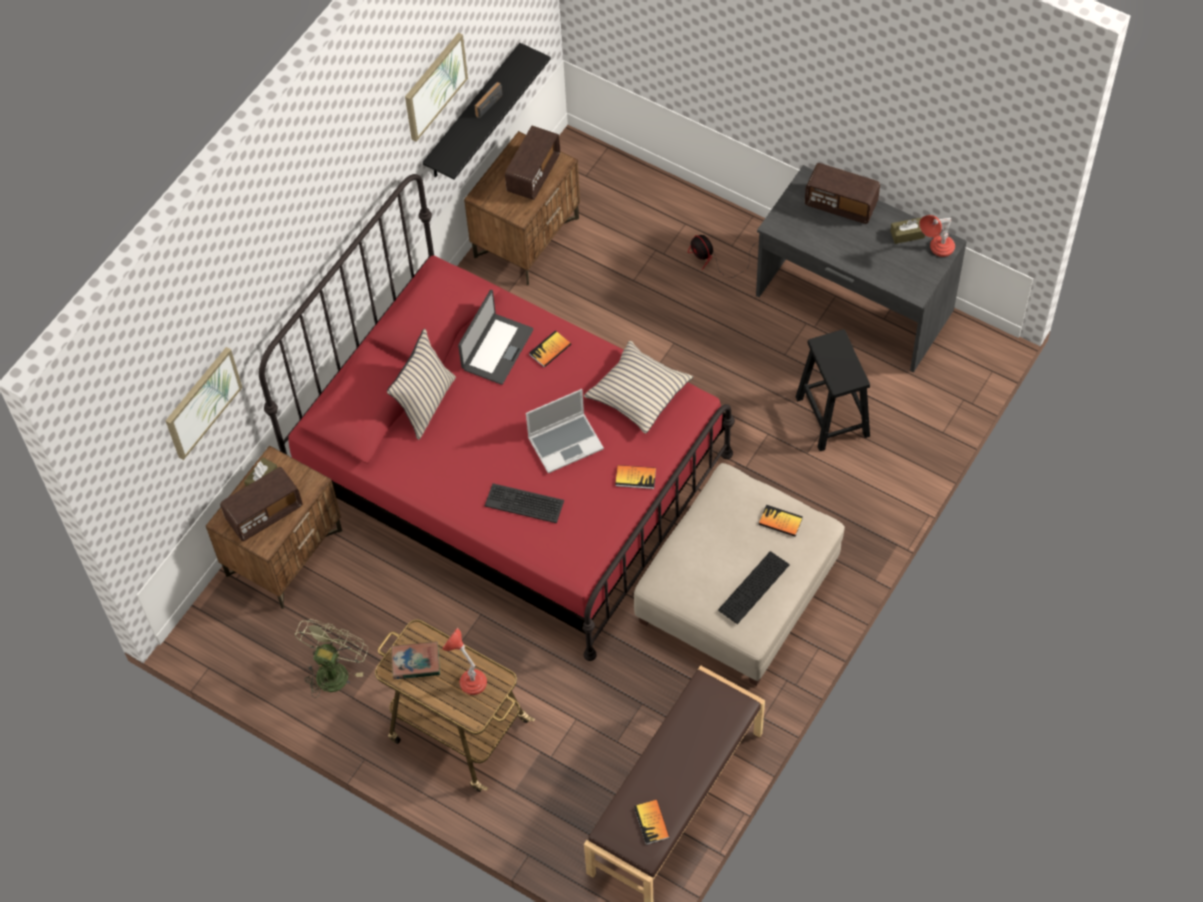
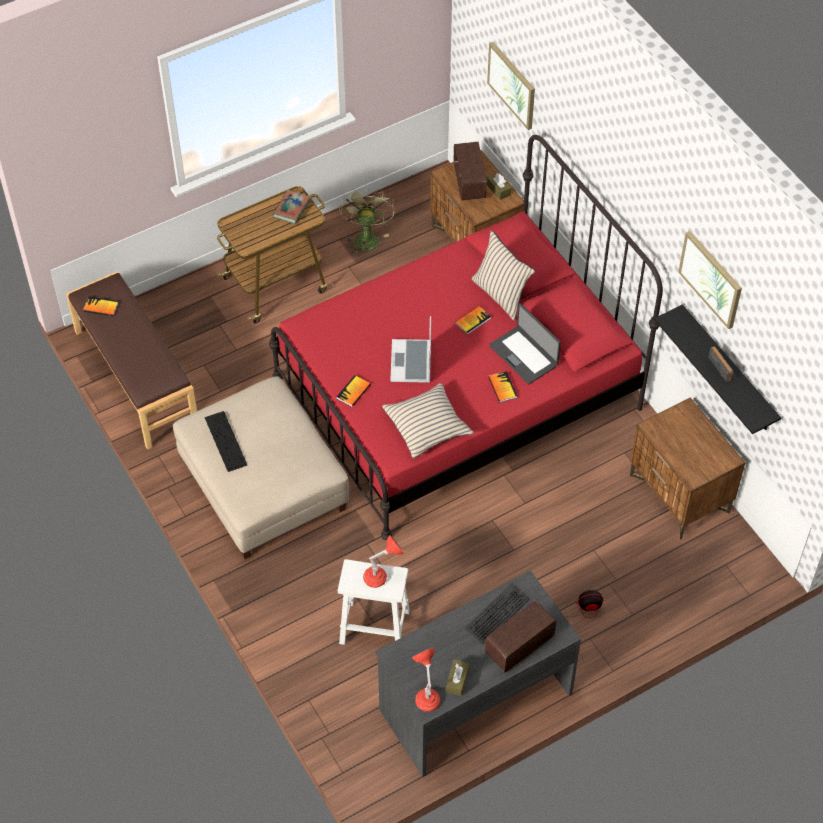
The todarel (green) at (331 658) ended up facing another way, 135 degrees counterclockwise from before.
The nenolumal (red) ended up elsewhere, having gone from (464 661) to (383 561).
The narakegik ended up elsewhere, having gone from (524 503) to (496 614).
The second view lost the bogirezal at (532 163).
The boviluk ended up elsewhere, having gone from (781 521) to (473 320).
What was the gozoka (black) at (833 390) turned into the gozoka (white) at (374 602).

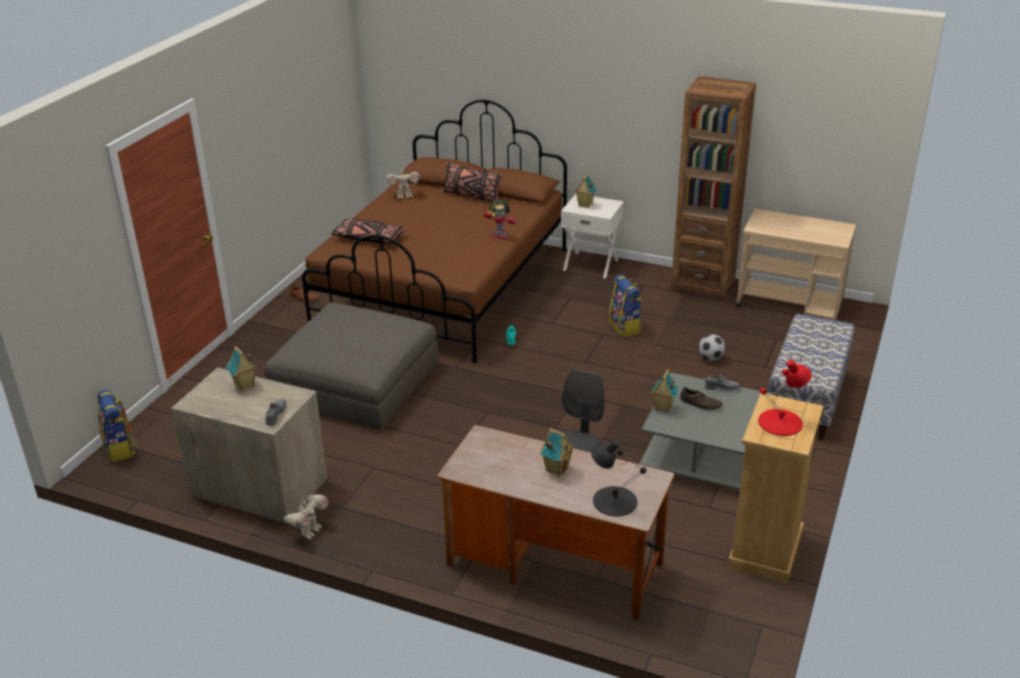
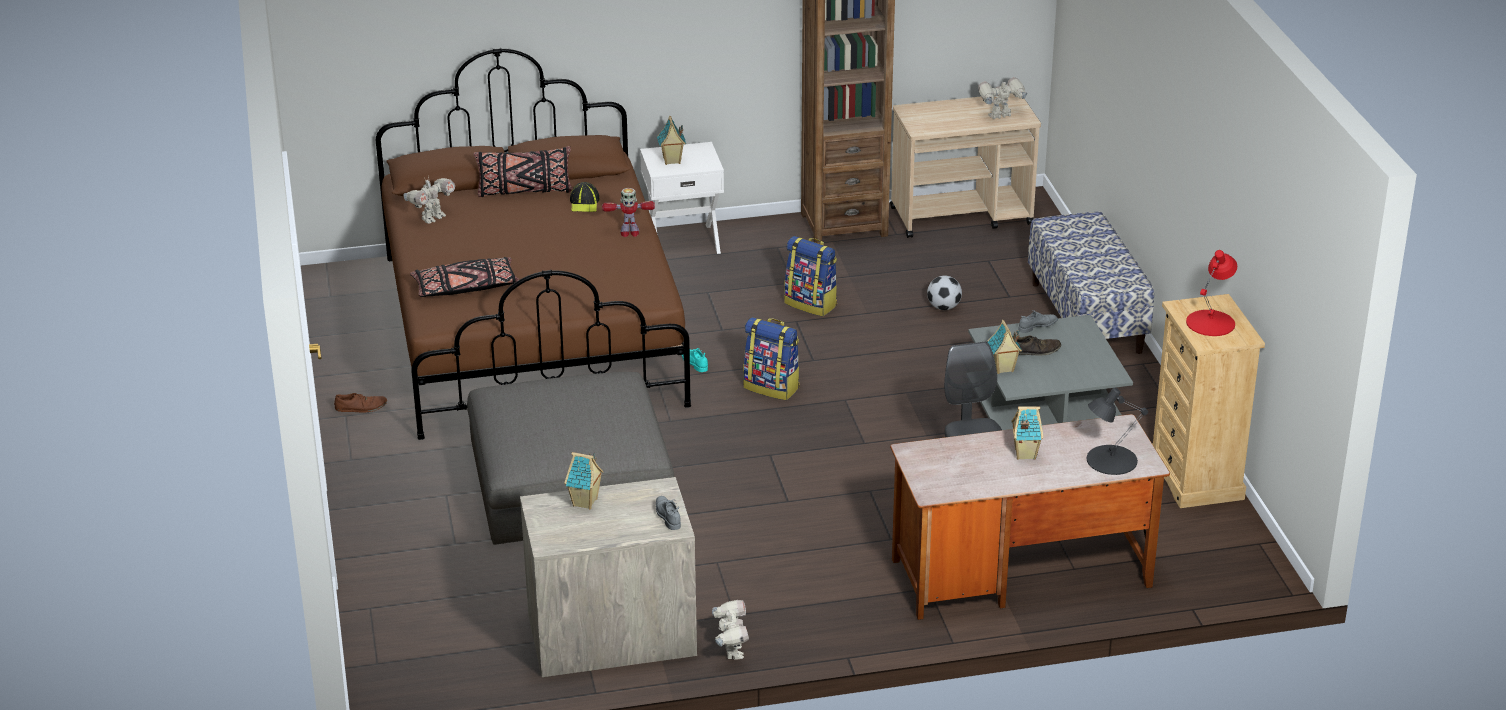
The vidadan ended up elsewhere, having gone from (117 426) to (771 358).
The second view gained the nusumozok at (1002 98).

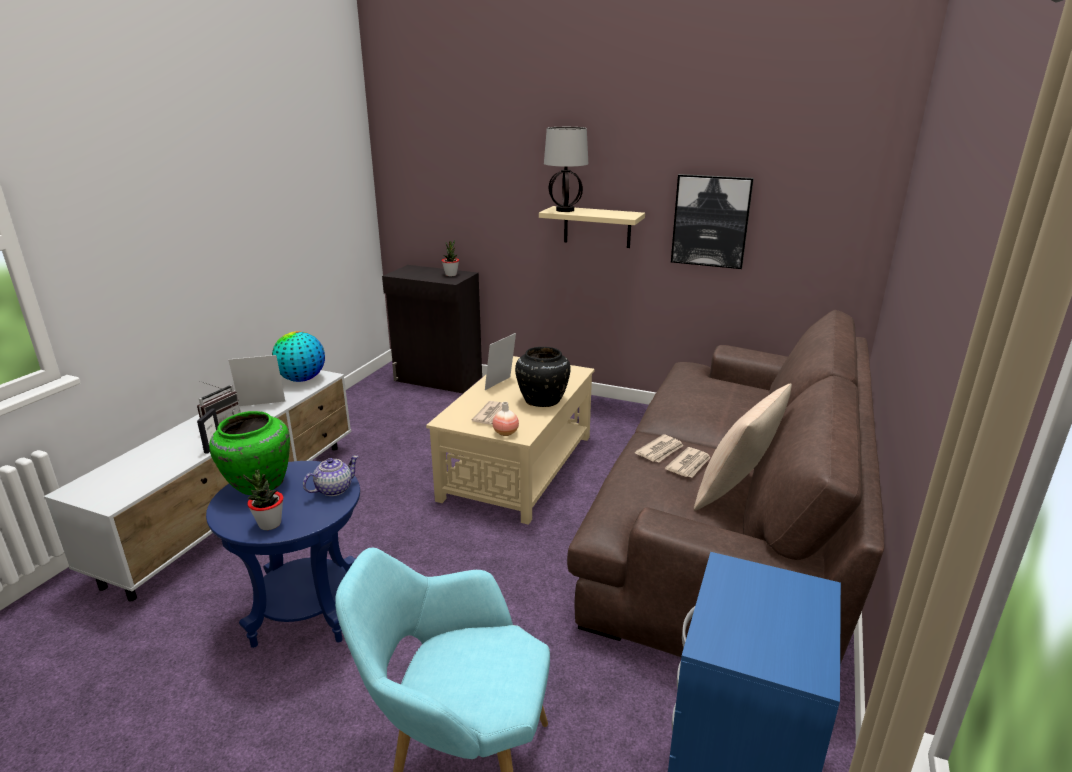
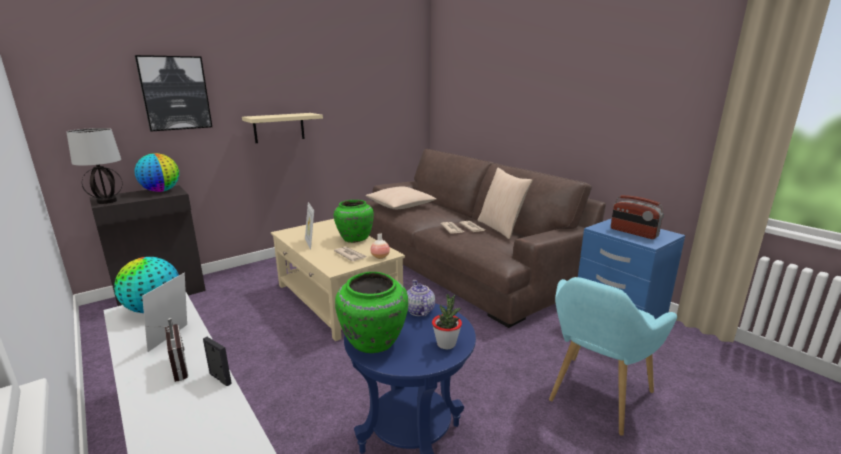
Where the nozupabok stood at (450 258), the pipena came to stand at (156 172).
What was the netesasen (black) at (543 377) turned into the netesasen (green) at (354 221).
The nenolumal ended up elsewhere, having gone from (566 169) to (94 166).
The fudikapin ended up elsewhere, having gone from (712 221) to (173 93).
The second view gained the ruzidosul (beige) at (401 197).
The second view gained the bogirezal at (637 217).

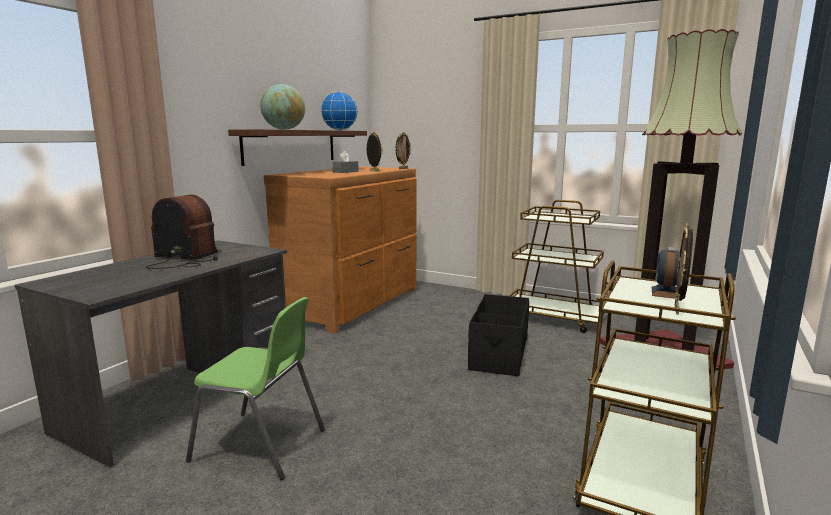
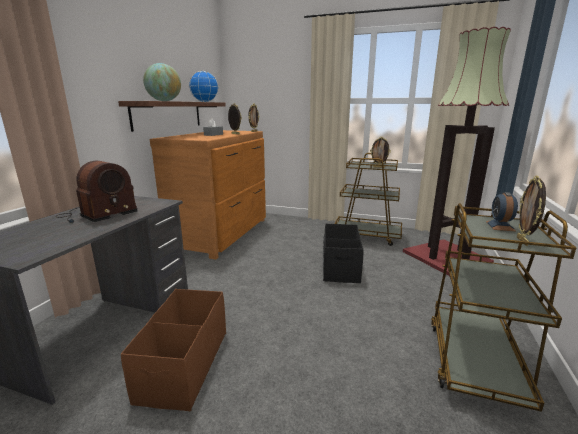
The bogirezal at (182 232) ended up facing another way, 120 degrees clockwise from before.
Where the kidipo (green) stood at (255 388), the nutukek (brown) came to stand at (173 350).
The second view gained the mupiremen at (380 152).

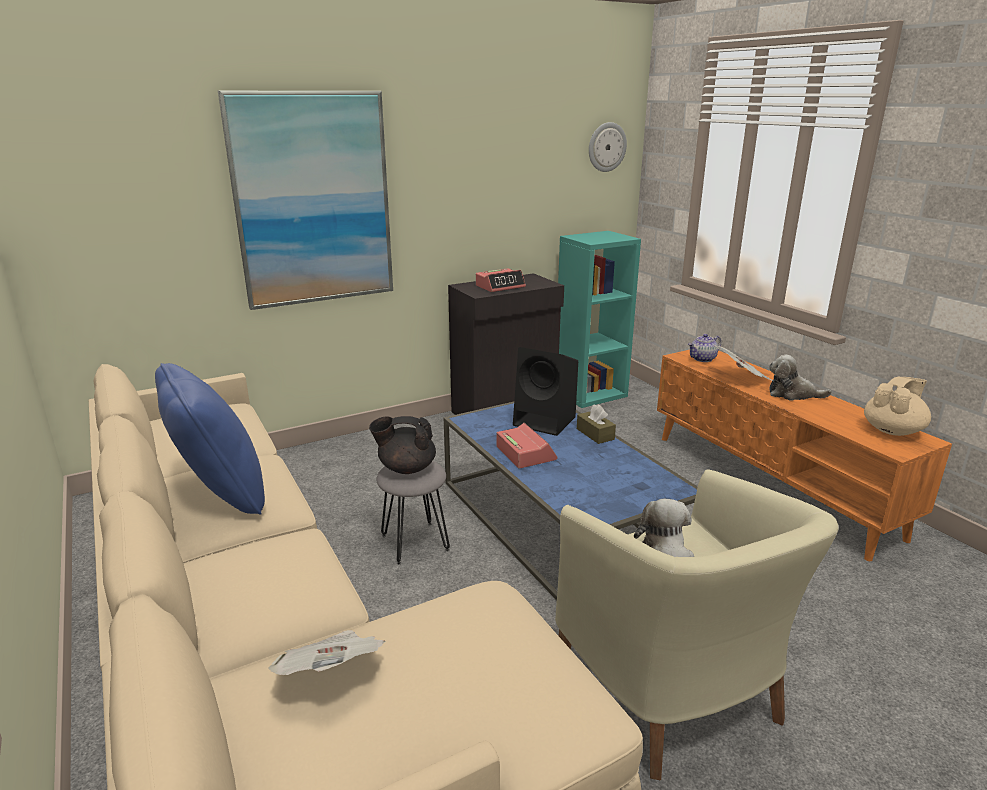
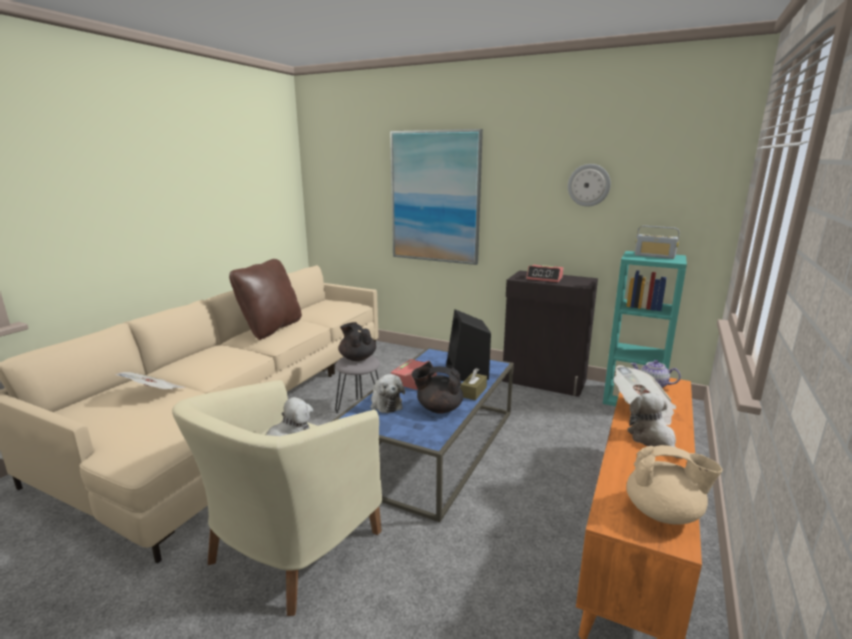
What was the ruzidosul (blue) at (210 439) turned into the ruzidosul (brown) at (265 299).
The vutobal ended up elsewhere, having gone from (608 147) to (589 185).
The second view gained the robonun at (388 393).
The second view gained the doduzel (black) at (437 390).
The second view gained the bogirezal at (657 242).

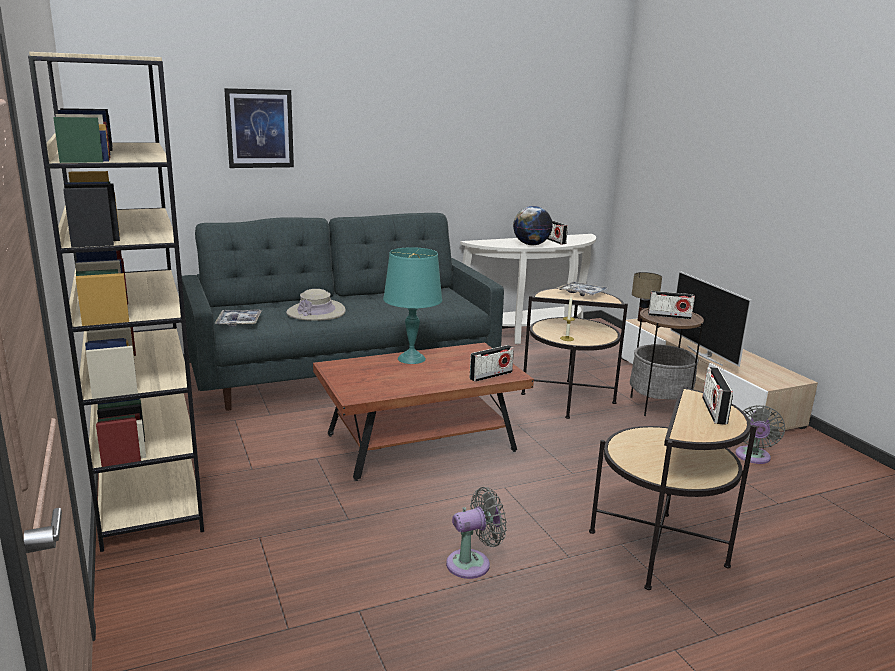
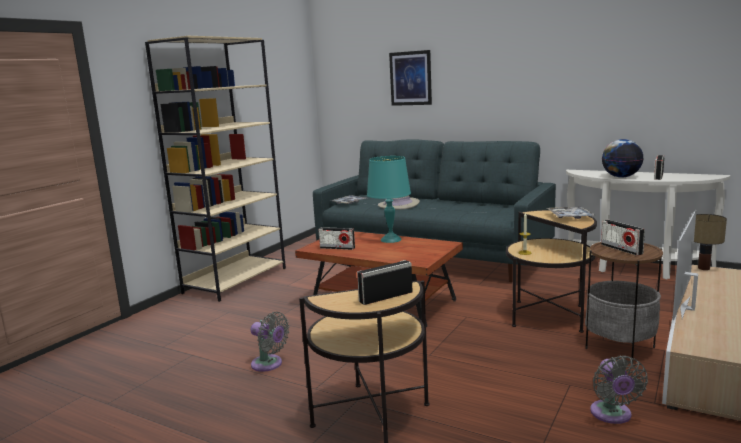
The bogirezal ended up elsewhere, having gone from (492 363) to (336 238).
The todarel (grey) at (760 434) ended up facing another way, 75 degrees counterclockwise from before.

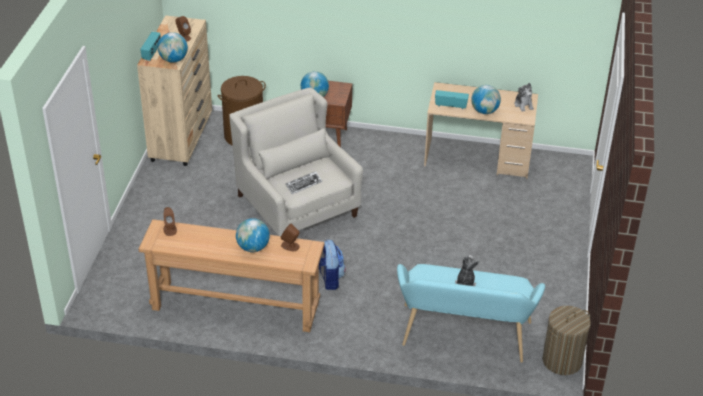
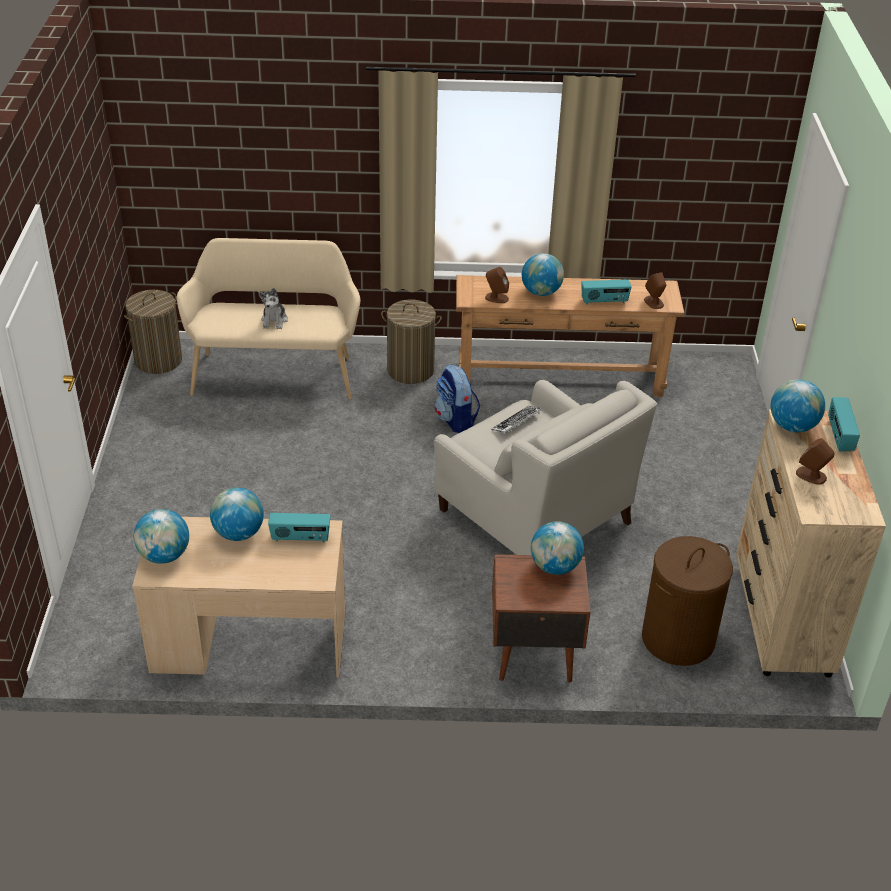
What was the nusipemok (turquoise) at (471 313) turned into the nusipemok (beige) at (268 318).
Where the robonun stood at (524 97), the pipena came to stand at (161 536).
The second view gained the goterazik at (411 342).
The second view gained the bogirezal at (606 291).

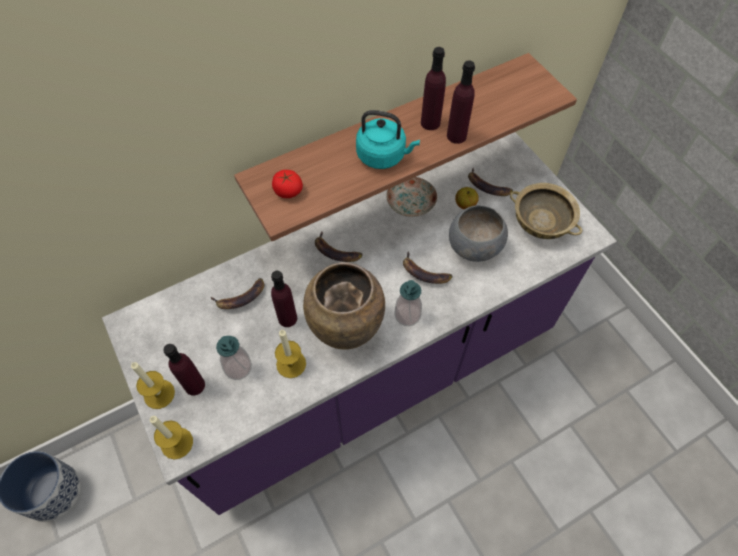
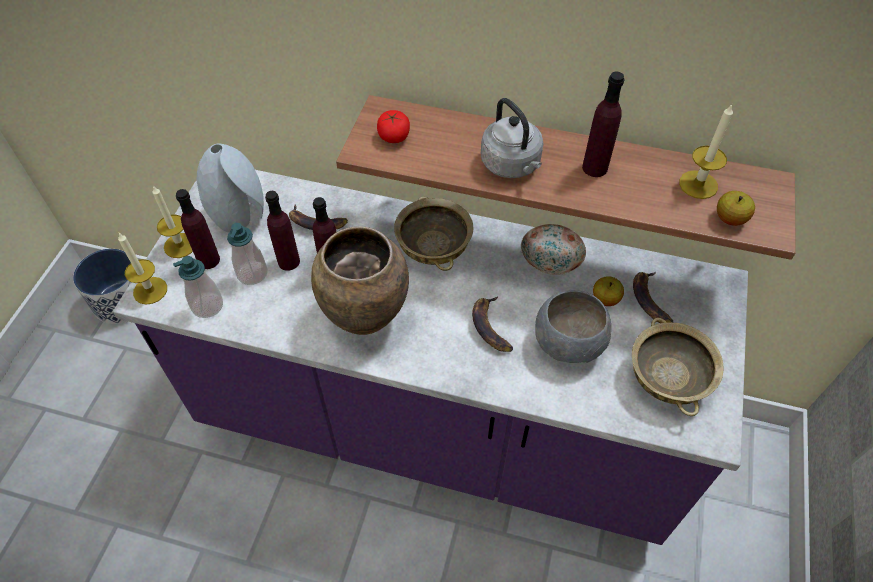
The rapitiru ended up elsewhere, having gone from (290 353) to (706 151).
Where the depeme stood at (339 247), the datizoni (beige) came to stand at (433 234).
What was the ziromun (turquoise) at (388 139) turned into the ziromun (grey) at (512 138).
The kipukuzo ended up elsewhere, having gone from (408 303) to (198 287).
The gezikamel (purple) ended up elsewhere, having gone from (461 102) to (282 231).
The second view gained the netesasen (grey) at (230 188).
The second view gained the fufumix at (736 208).

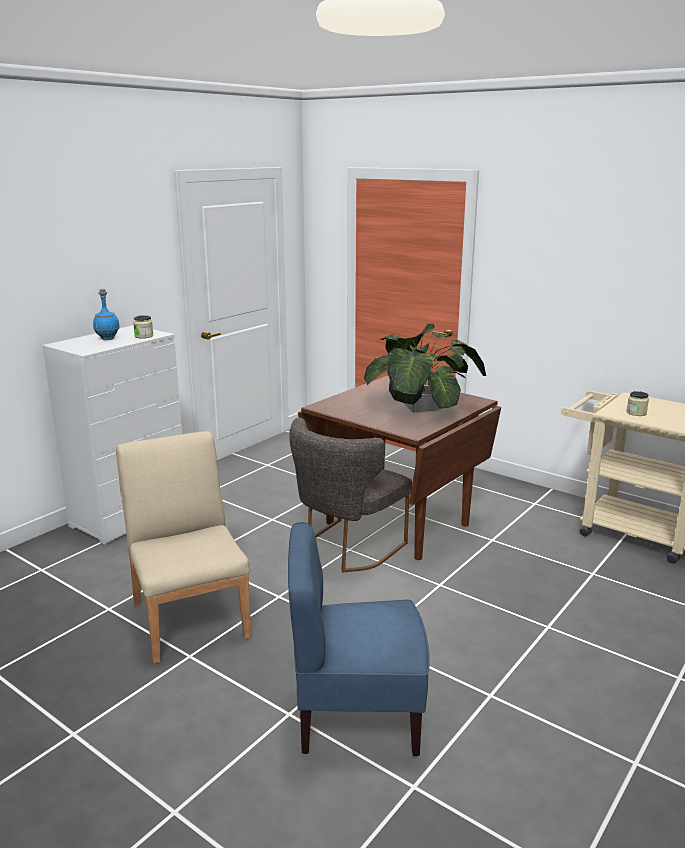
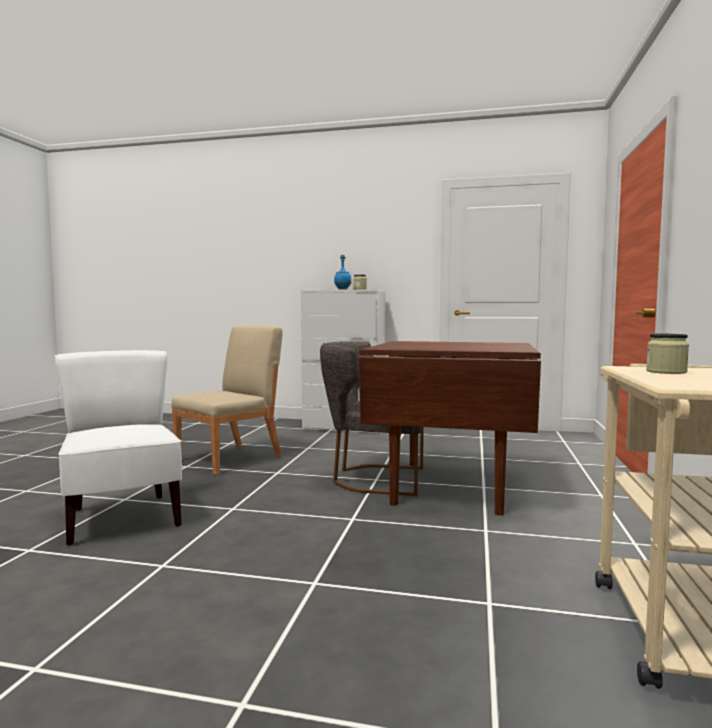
What was the kidipo (blue) at (359 639) turned into the kidipo (white) at (118 448).
The second view lost the nozupabok at (425 368).

